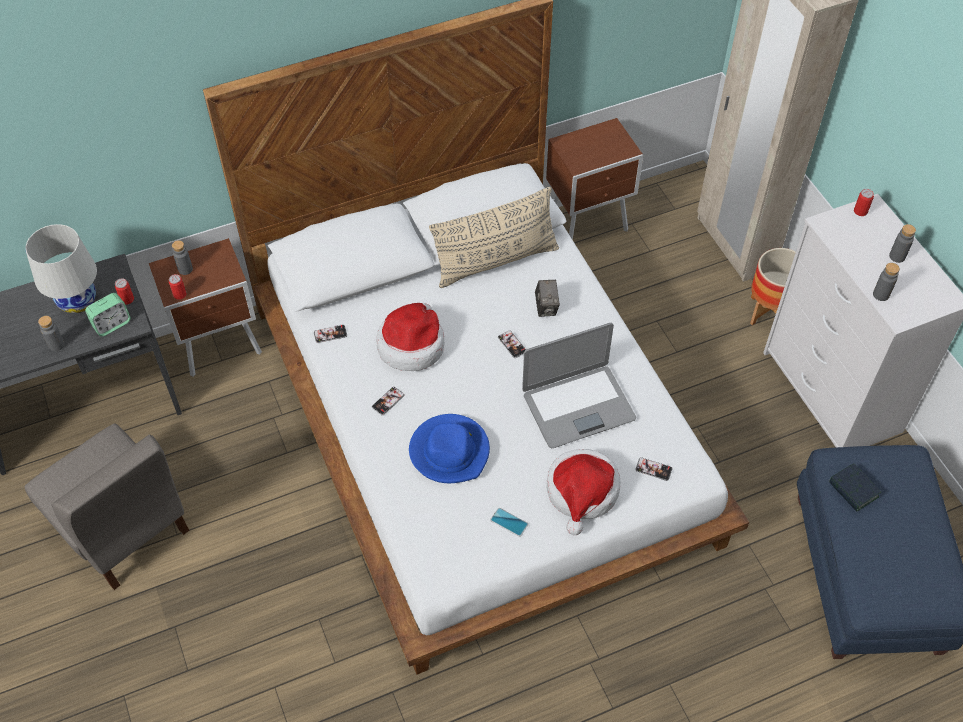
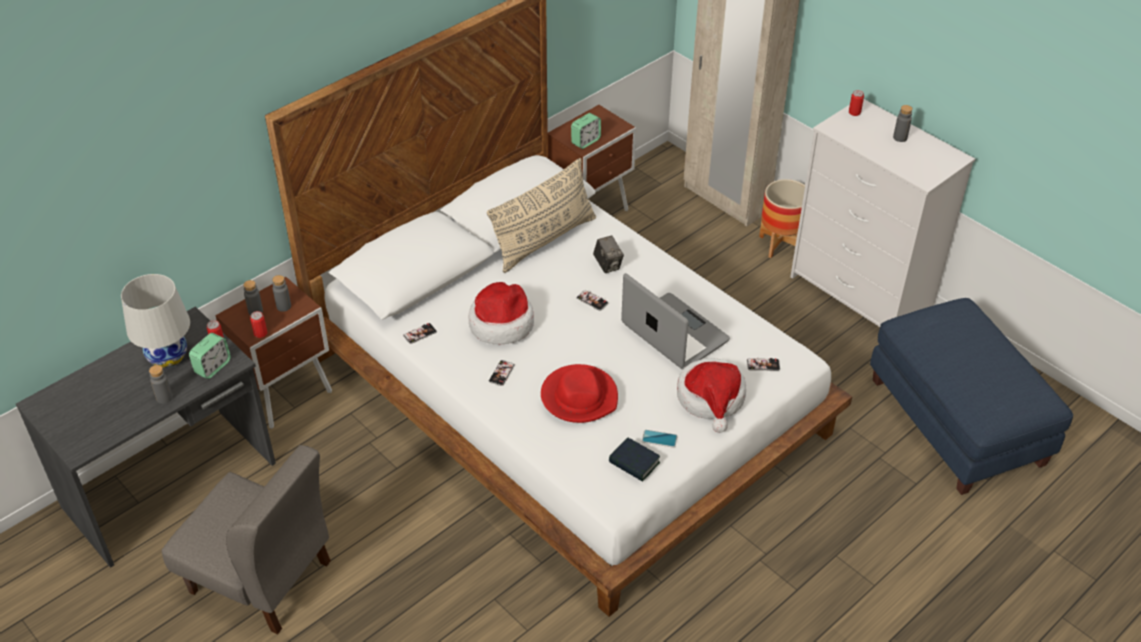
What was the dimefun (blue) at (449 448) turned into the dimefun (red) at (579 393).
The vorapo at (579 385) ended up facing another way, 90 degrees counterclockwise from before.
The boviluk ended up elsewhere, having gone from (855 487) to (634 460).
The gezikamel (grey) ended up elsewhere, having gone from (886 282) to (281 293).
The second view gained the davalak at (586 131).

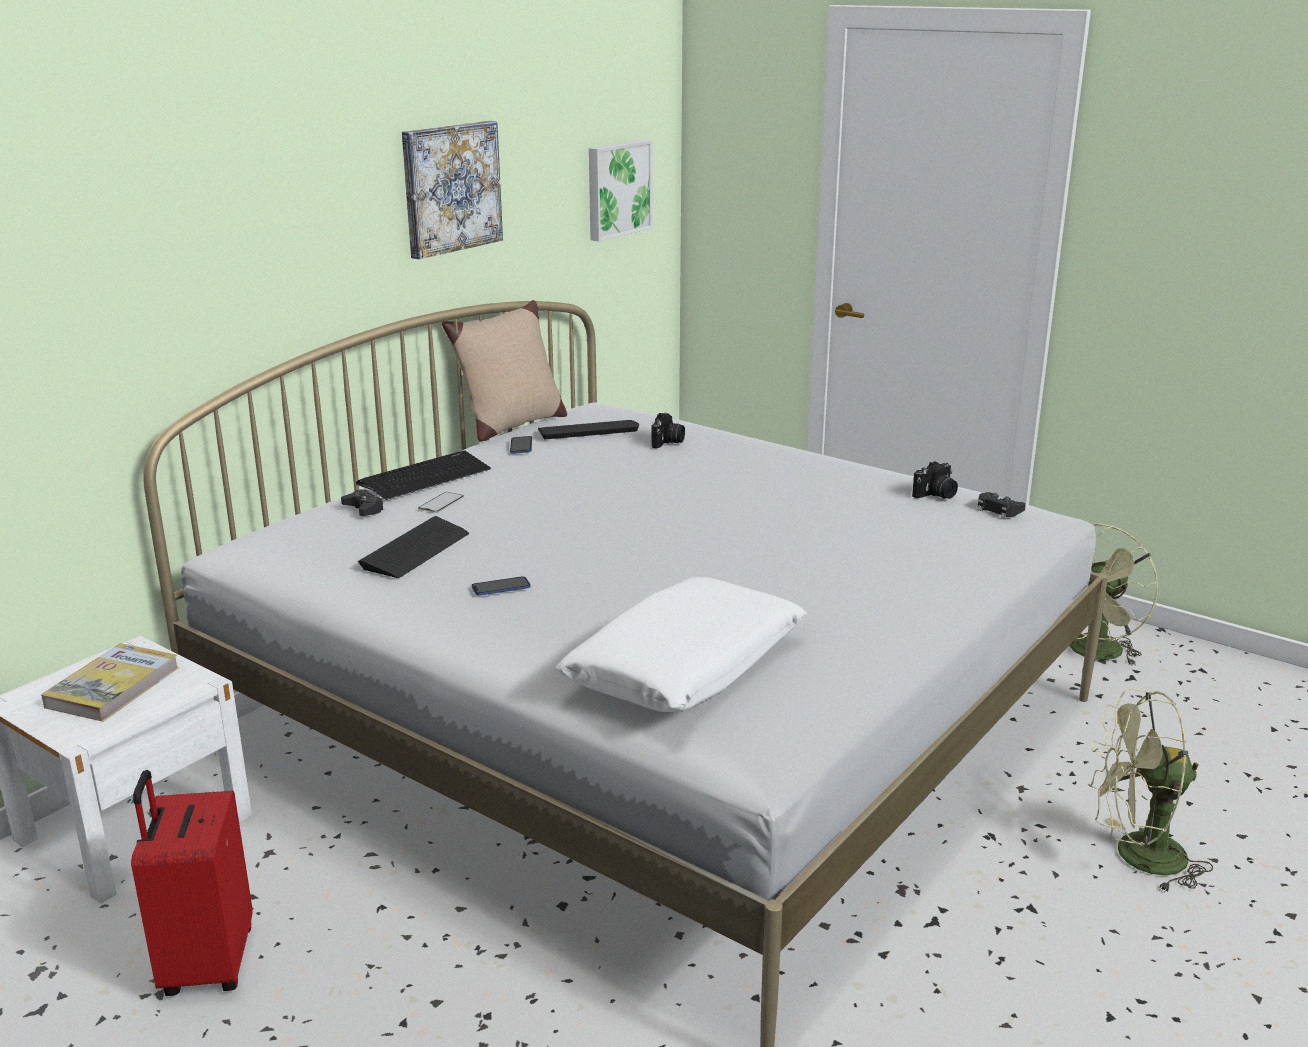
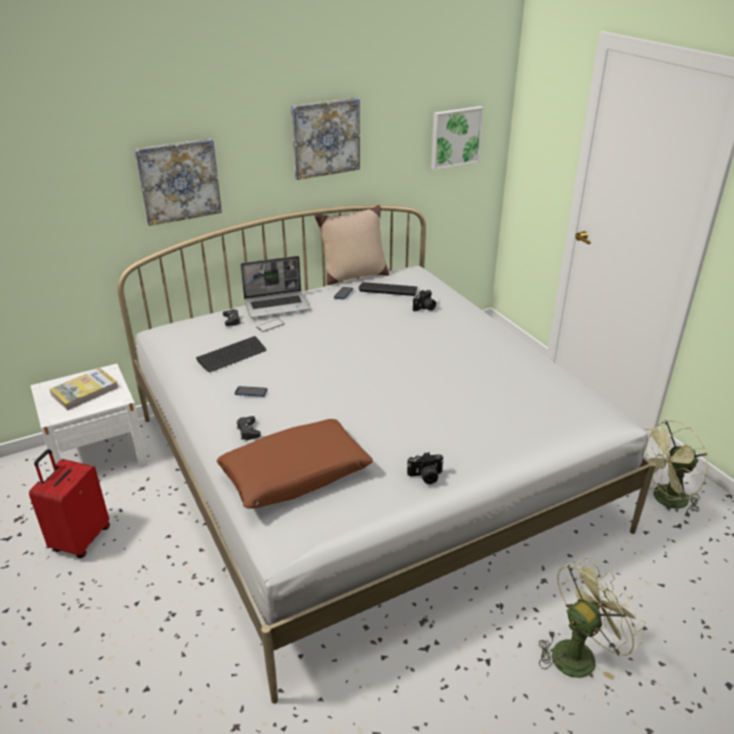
Where the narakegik stood at (423 475), the vorapo came to stand at (275 287).
What was the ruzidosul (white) at (681 644) turned into the ruzidosul (brown) at (295 464).
The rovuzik ended up elsewhere, having gone from (935 480) to (425 468).
The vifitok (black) ended up elsewhere, having gone from (1001 505) to (249 428).
The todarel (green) at (1150 790) ended up facing another way, 120 degrees clockwise from before.
The second view gained the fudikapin at (178 182).

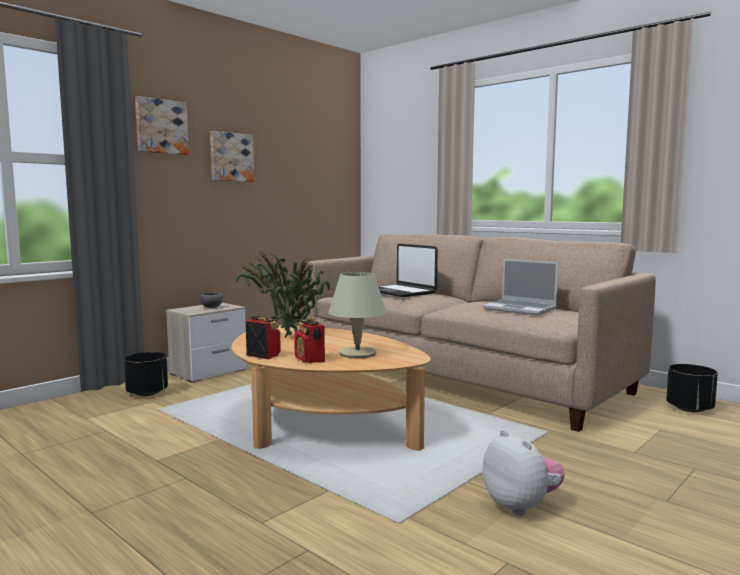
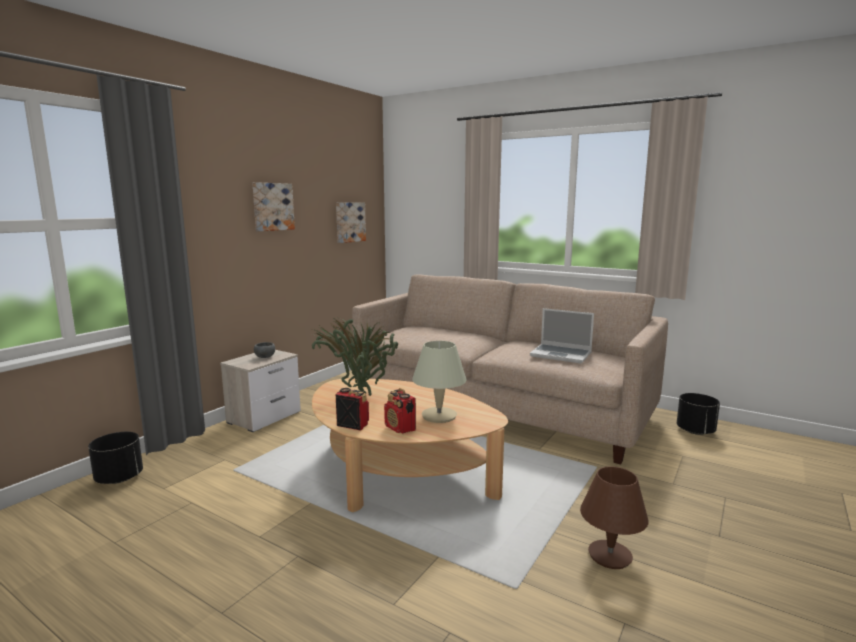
The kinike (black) ended up elsewhere, having gone from (146 374) to (115 458).
The fudikapin ended up elsewhere, having gone from (162 125) to (351 222).
The second view lost the vorapo at (408 270).
Where the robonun stood at (524 473), the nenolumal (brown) came to stand at (614 517).

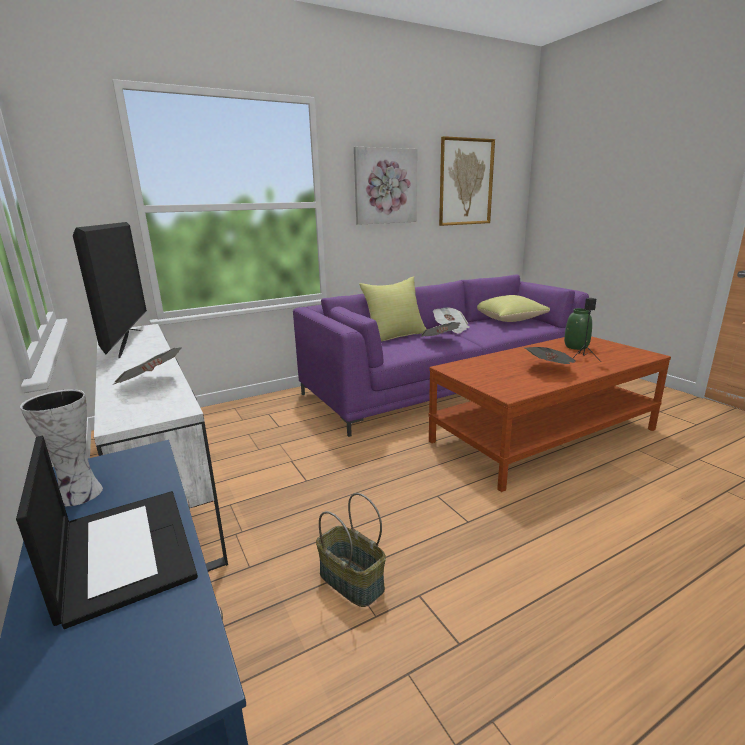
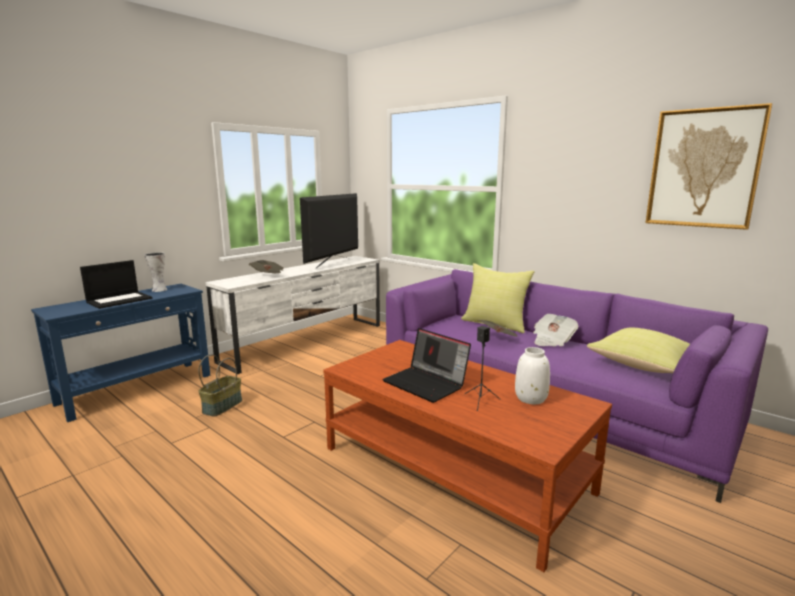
The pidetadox at (110 290) ended up facing another way, 150 degrees clockwise from before.
The second view lost the fudikapin at (385 186).
Where the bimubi stood at (550 355), the vorapo came to stand at (427 365).
What was the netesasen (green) at (578 329) turned into the netesasen (white) at (532 375).

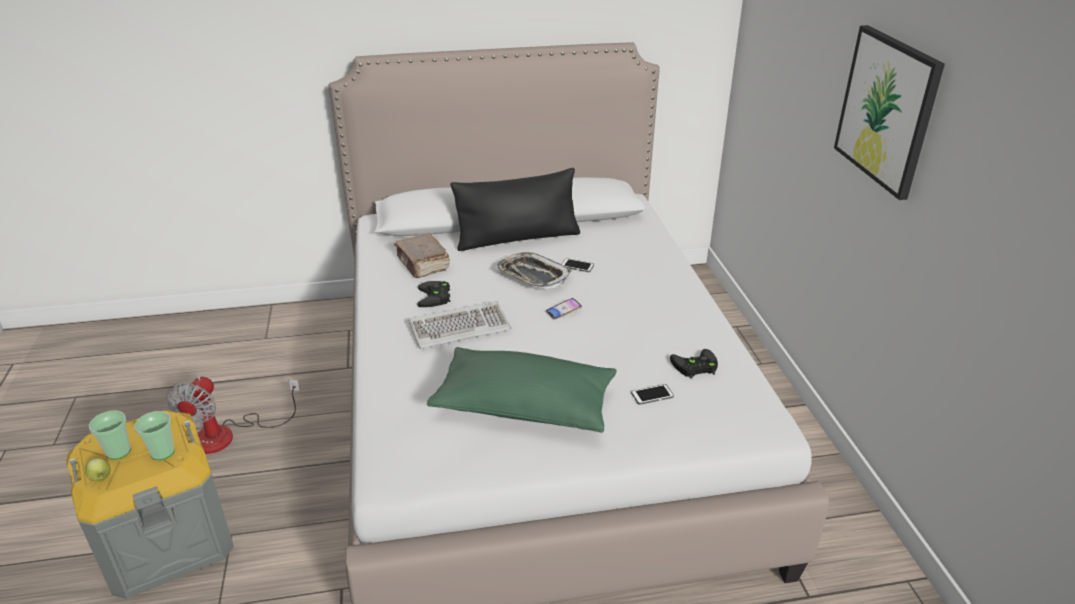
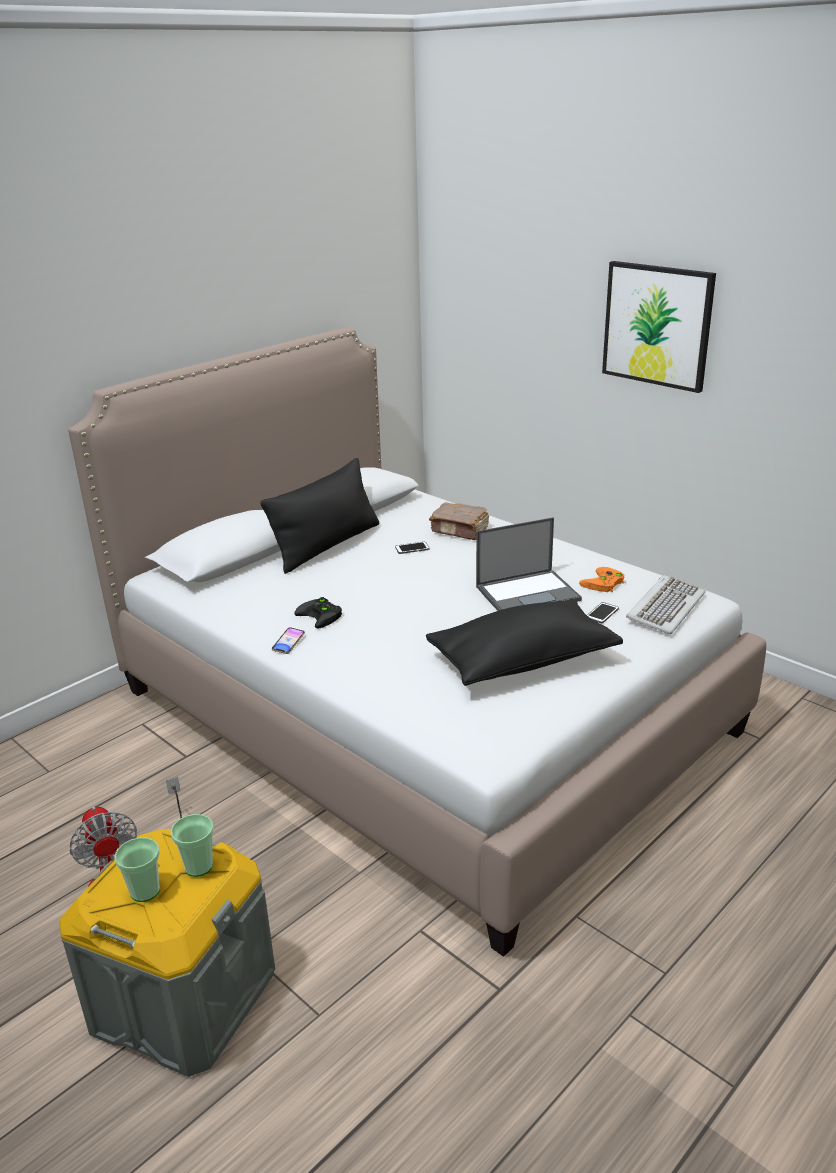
The second view lost the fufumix at (97 469).
The boviluk (brown) ended up elsewhere, having gone from (422 255) to (459 521).
The narakegik ended up elsewhere, having gone from (460 325) to (665 604).
What was the ruzidosul (green) at (522 390) turned into the ruzidosul (black) at (524 642).
The second view lost the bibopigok at (533 270).
The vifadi ended up elsewhere, having gone from (564 309) to (288 640).
What was the vifitok (black) at (694 364) turned into the vifitok (orange) at (602 579).
The second view gained the vorapo at (529 564).

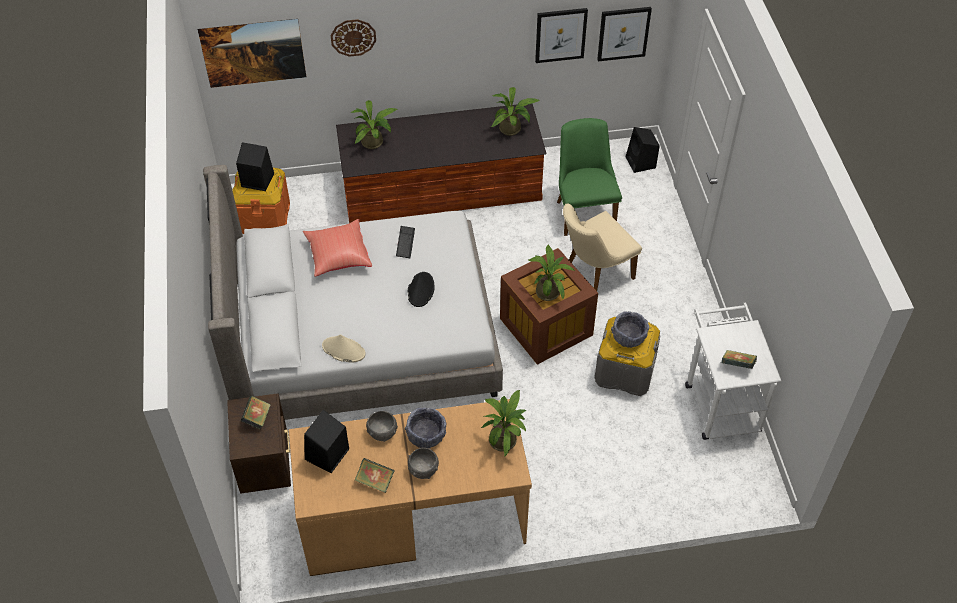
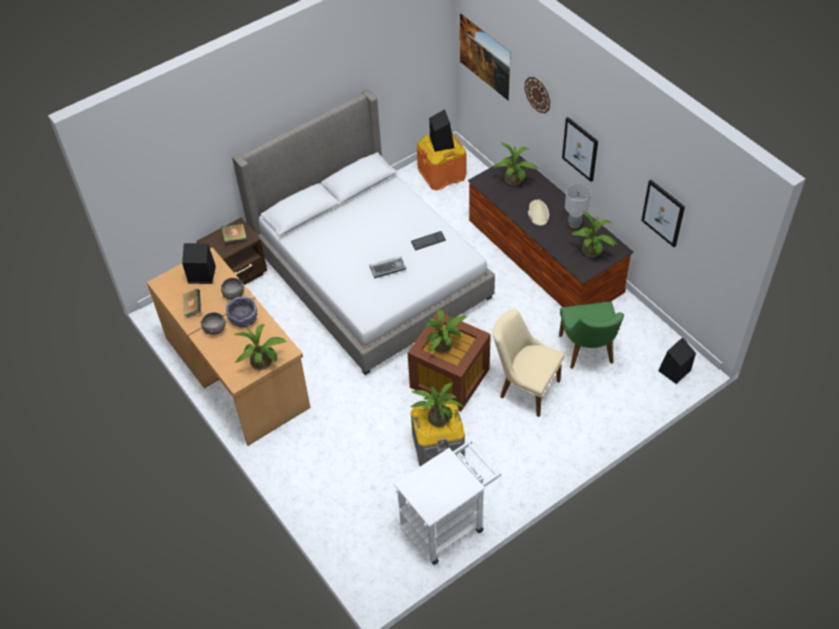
The second view lost the ruzidosul (red) at (337 248).
The dimefun (beige) ended up elsewhere, having gone from (344 348) to (538 212).
Where the dimefun (black) stood at (421 289), the narakegik came to stand at (387 267).
The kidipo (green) at (589 177) ended up facing another way, 120 degrees clockwise from before.
The fudikapin ended up elsewhere, having gone from (624 34) to (580 149).
Where the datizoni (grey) stood at (630 329), the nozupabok came to stand at (436 405).
The second view lost the boviluk at (739 359).
The second view gained the nenolumal (grey) at (578 206).

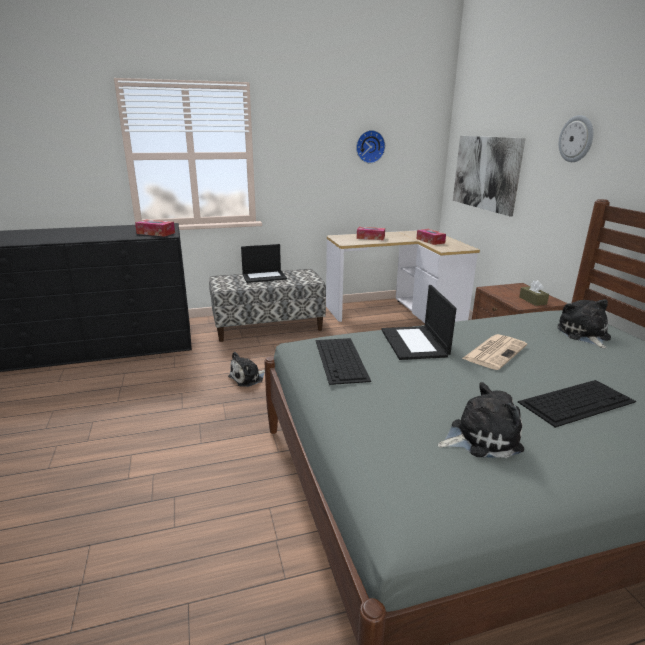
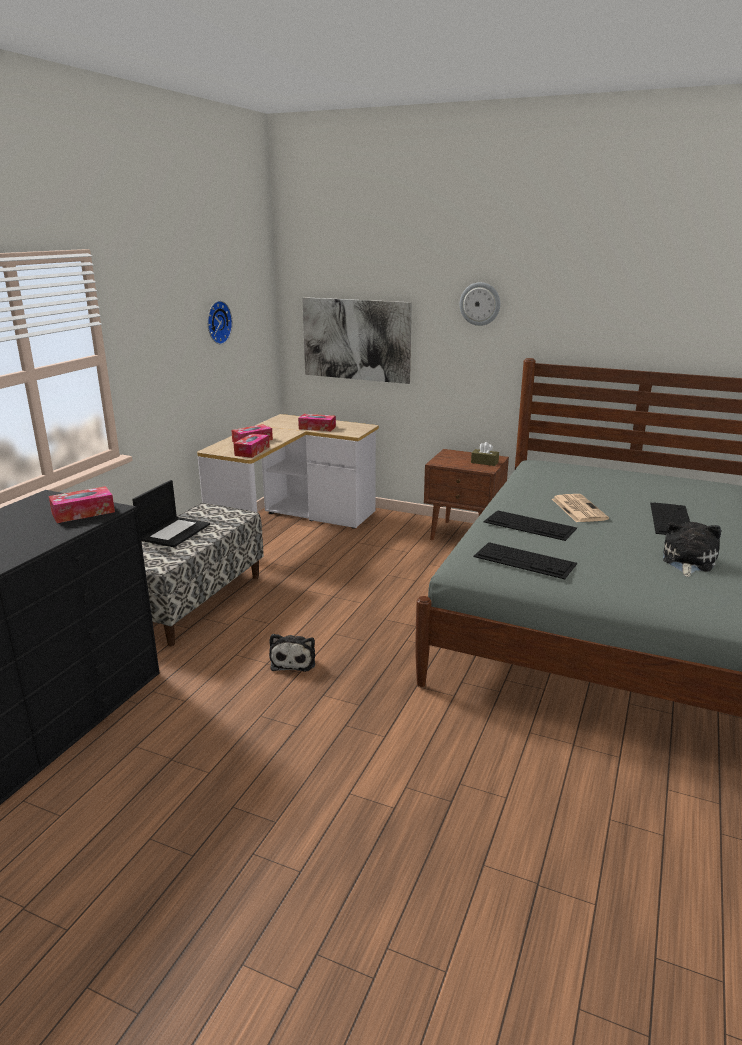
Where the vorapo stood at (419 322), the narakegik came to stand at (530 525).
The second view lost the robonun at (584 324).
The second view gained the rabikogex at (252 445).

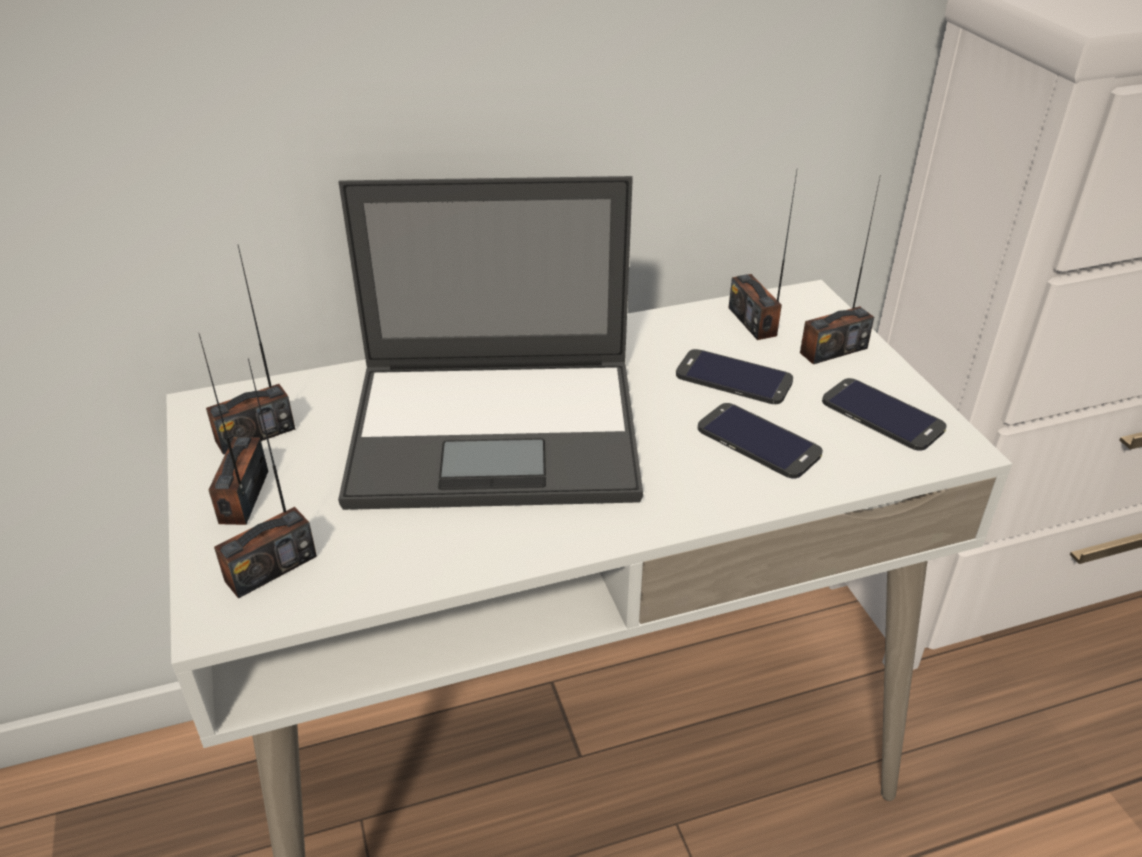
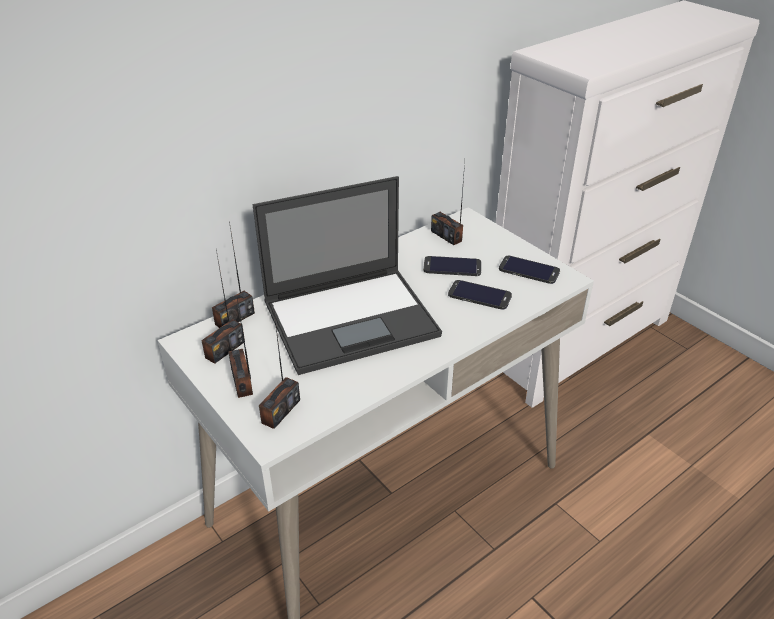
The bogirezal ended up elsewhere, having gone from (840 271) to (233 274).

